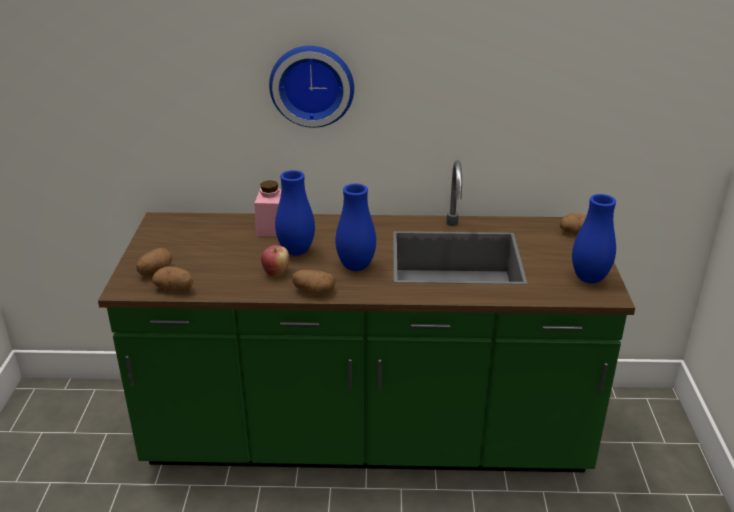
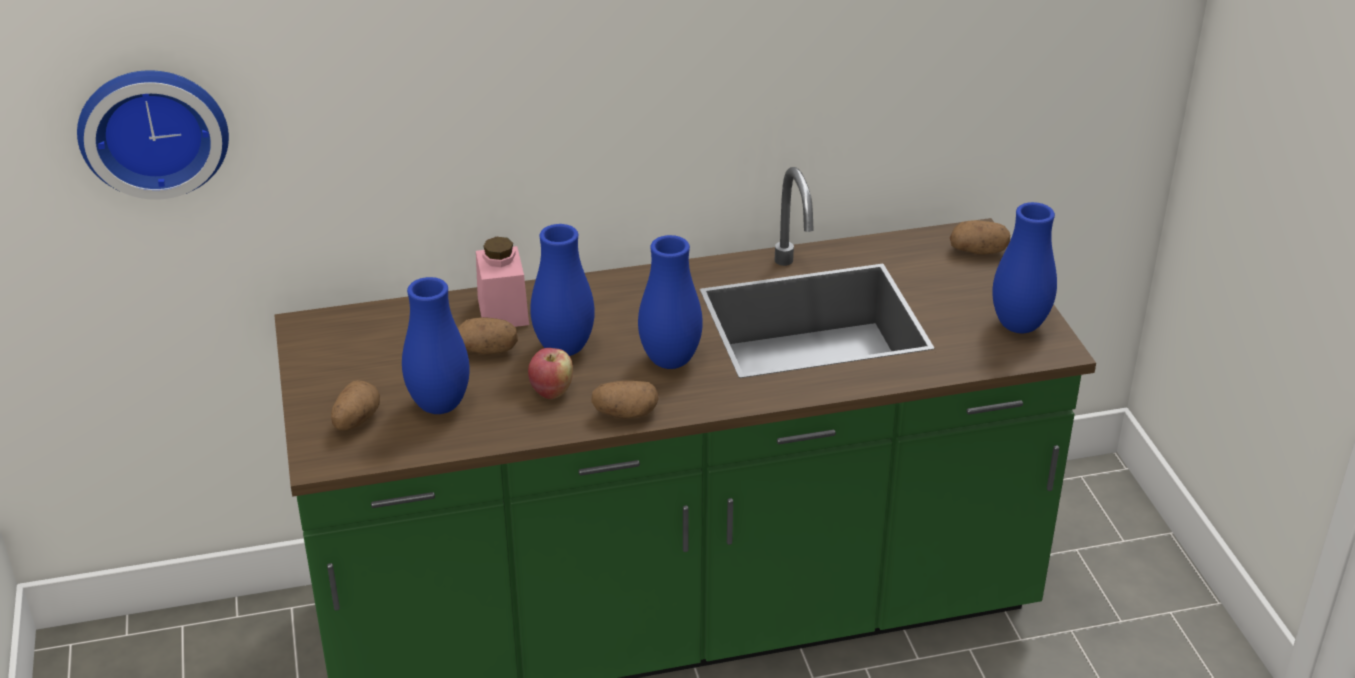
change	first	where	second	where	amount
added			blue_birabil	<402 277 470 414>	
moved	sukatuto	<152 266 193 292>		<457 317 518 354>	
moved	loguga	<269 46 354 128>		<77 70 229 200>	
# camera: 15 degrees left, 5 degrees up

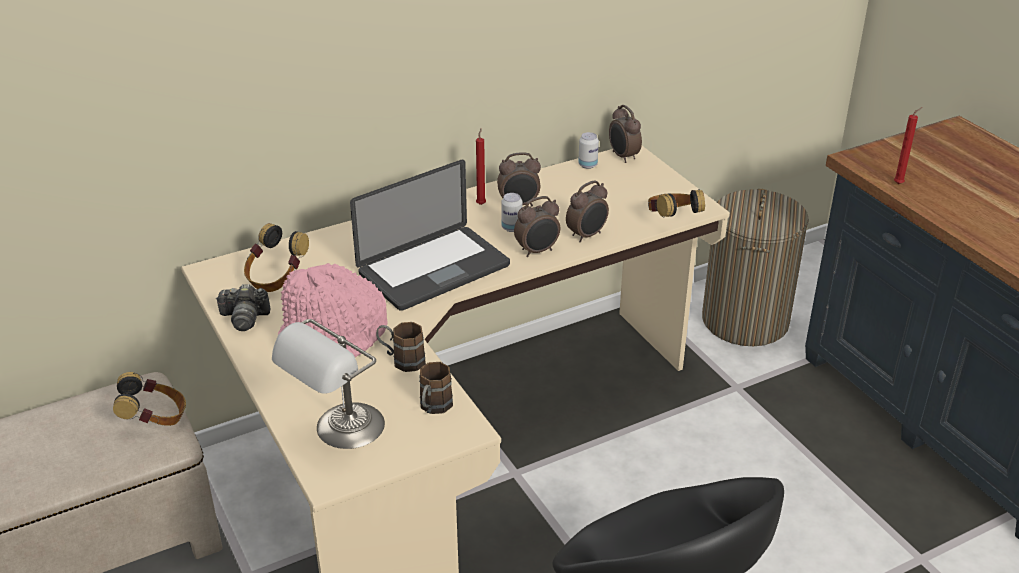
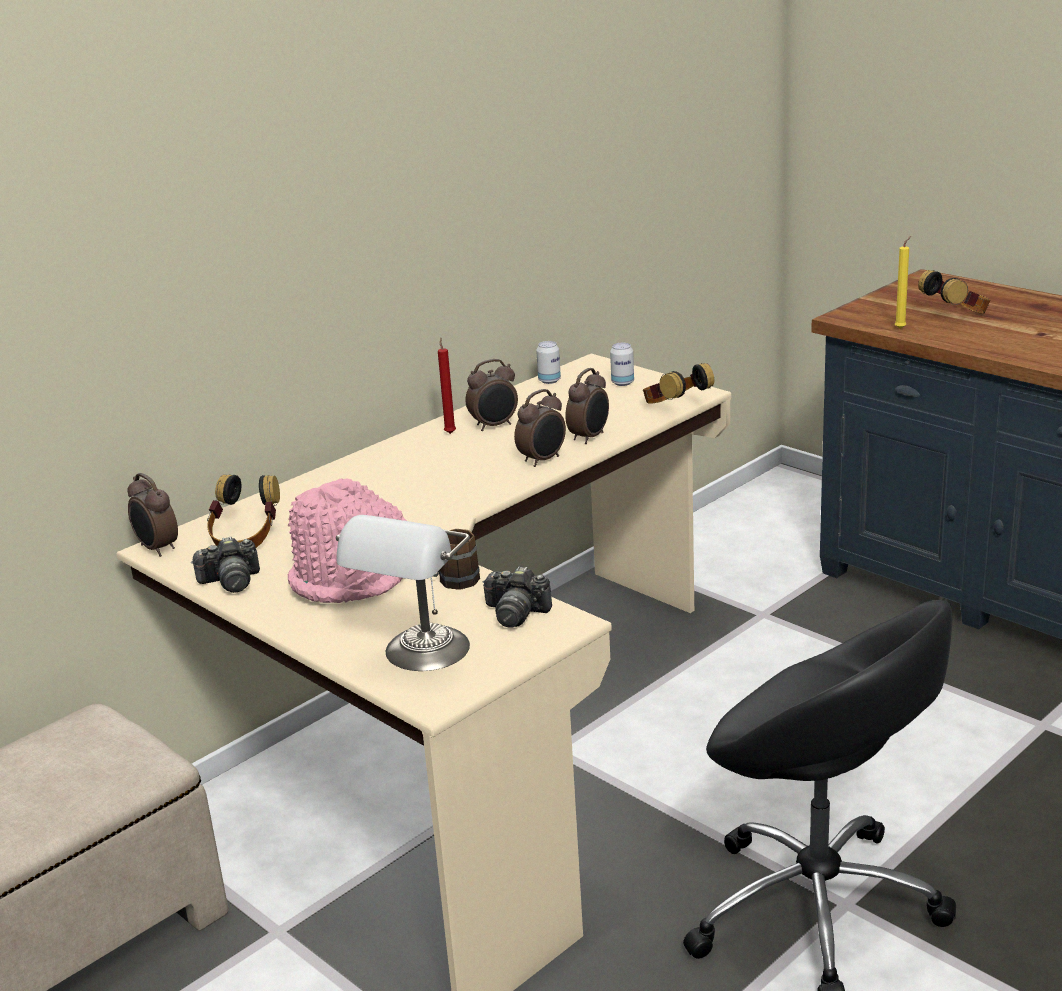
change	first	where	second	where	amount
removed	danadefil	<350 160 510 311>			
removed	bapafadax	<702 189 809 346>			
moved	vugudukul	<113 372 186 426>		<918 270 991 314>	
moved	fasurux	<501 193 523 232>		<610 343 634 386>	
moved	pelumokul	<609 105 642 163>		<127 473 178 557>	
replaced	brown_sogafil	<419 362 453 414>	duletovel	<482 566 552 628>	
recoloured	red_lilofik	<894 107 923 184>	yellow_lilofik	<895 236 911 329>	
# camera: 15 degrees left, 10 degrees down

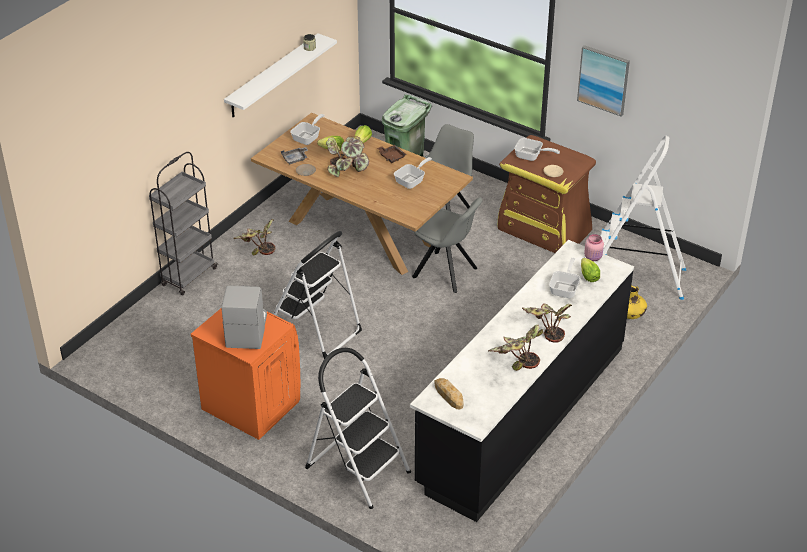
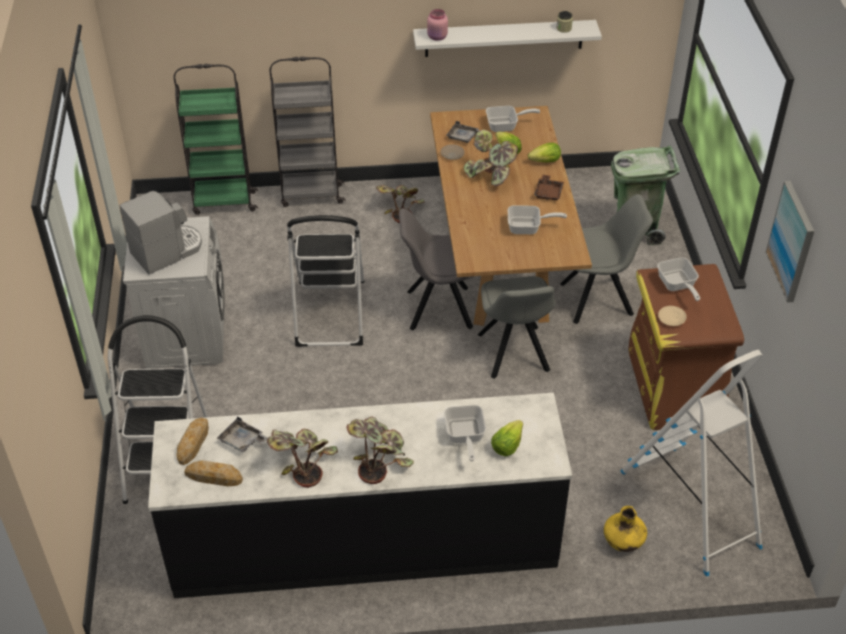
change	first	where	second	where	amount
added			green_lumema	<174 64 258 215>	
added			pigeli	<184 460 243 486>	
added			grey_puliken	<217 416 268 453>	
added			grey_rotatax	<399 208 474 330>	
moved	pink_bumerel	<584 234 604 261>		<427 9 448 41>	
recoloured	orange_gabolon	<191 308 300 440>	white_gabolon	<123 216 224 369>	
turned	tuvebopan	<549 258 581 298>		<444 405 486 462>	105 degrees clockwise
# camera: 50 degrees right, 5 degrees up

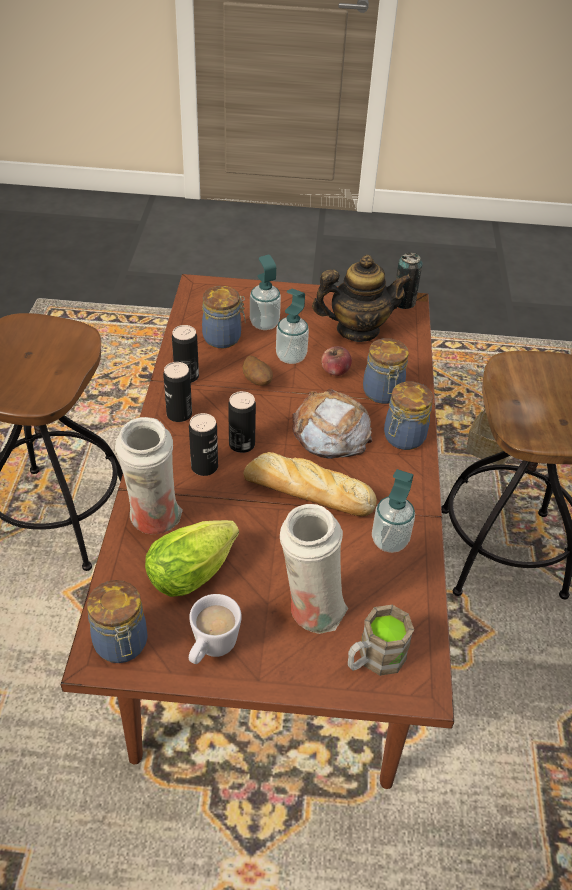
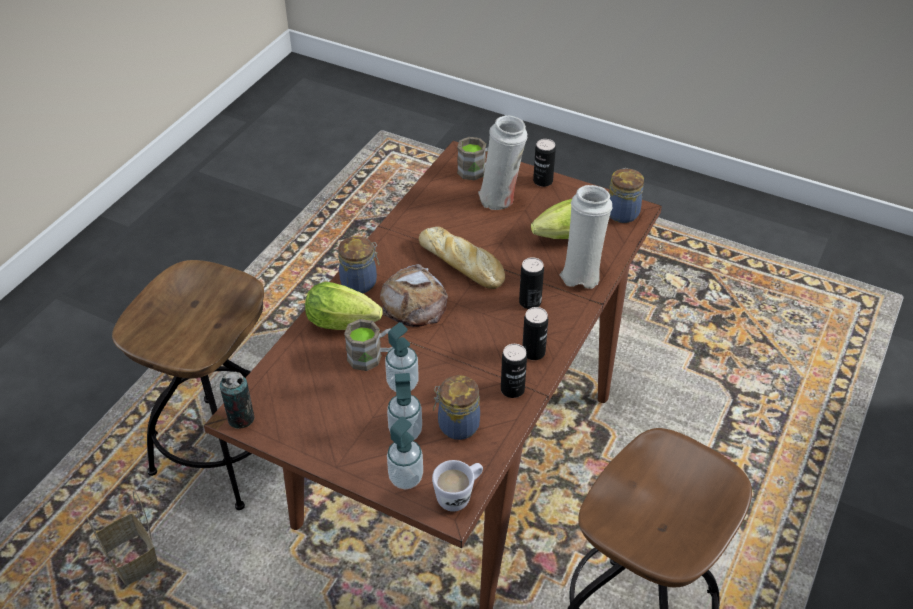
change	first	where	second	where	amount
removed	sukatuto	<243 356 273 386>			
removed	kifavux	<312 255 412 342>			
moved	white_sogafil	<189 594 242 664>		<432 460 483 512>	
moved	fasurux	<228 391 256 453>		<533 139 556 187>	
moved	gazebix	<372 469 415 553>		<387 417 423 489>	
replaced	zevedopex	<321 346 352 376>	brown_sogafil	<344 319 393 371>	
replaced	bumerel	<363 338 409 404>	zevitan	<305 282 383 330>	
# camera: 155 degrees left, 0 degrees up

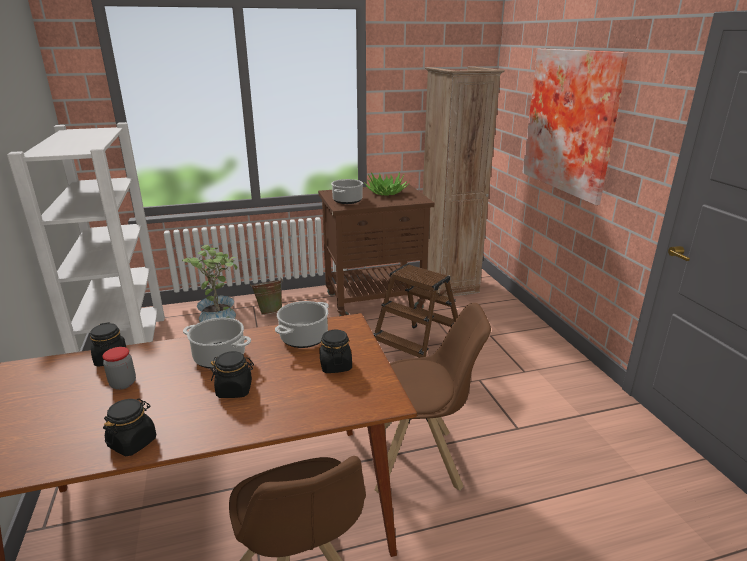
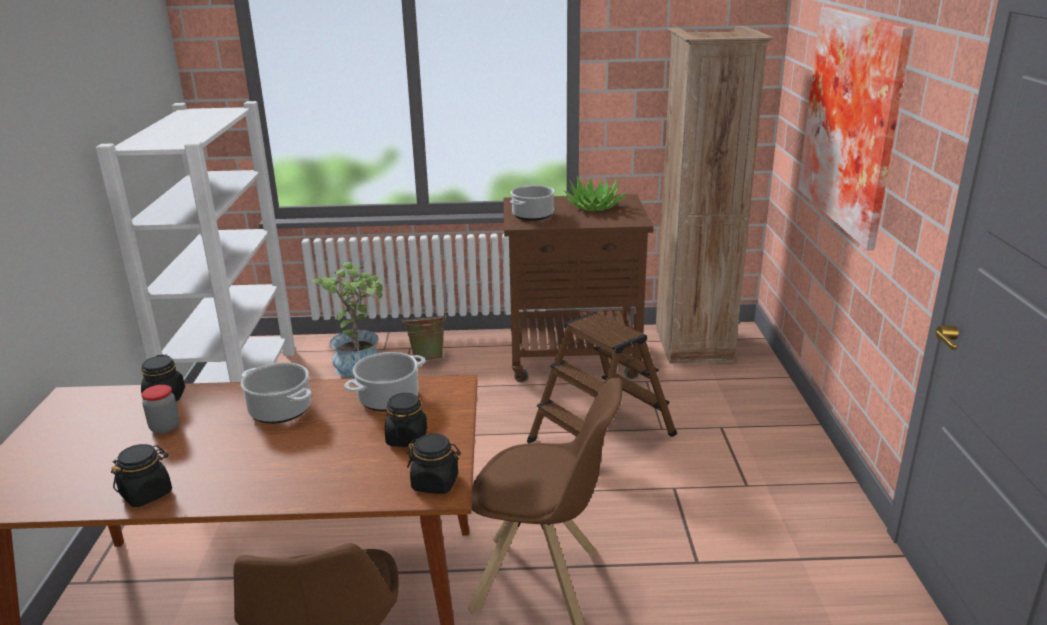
change	first	where	second	where	amount
moved	black_bumerel	<211 351 254 398>		<407 433 461 494>	
# camera: 15 degrees right, 0 degrees up

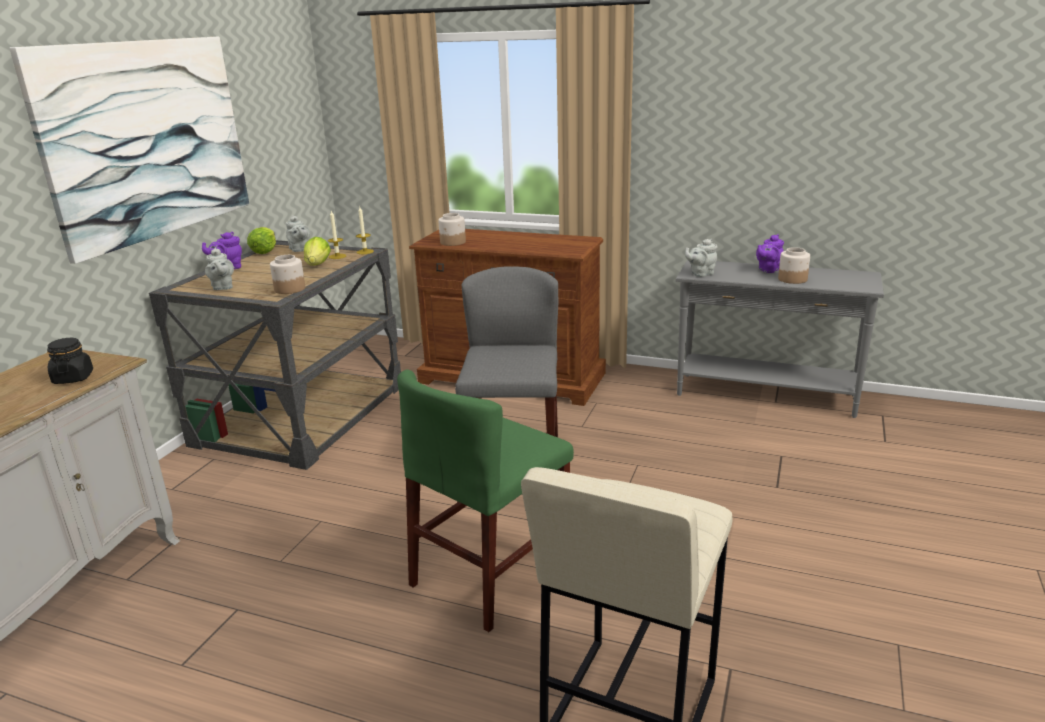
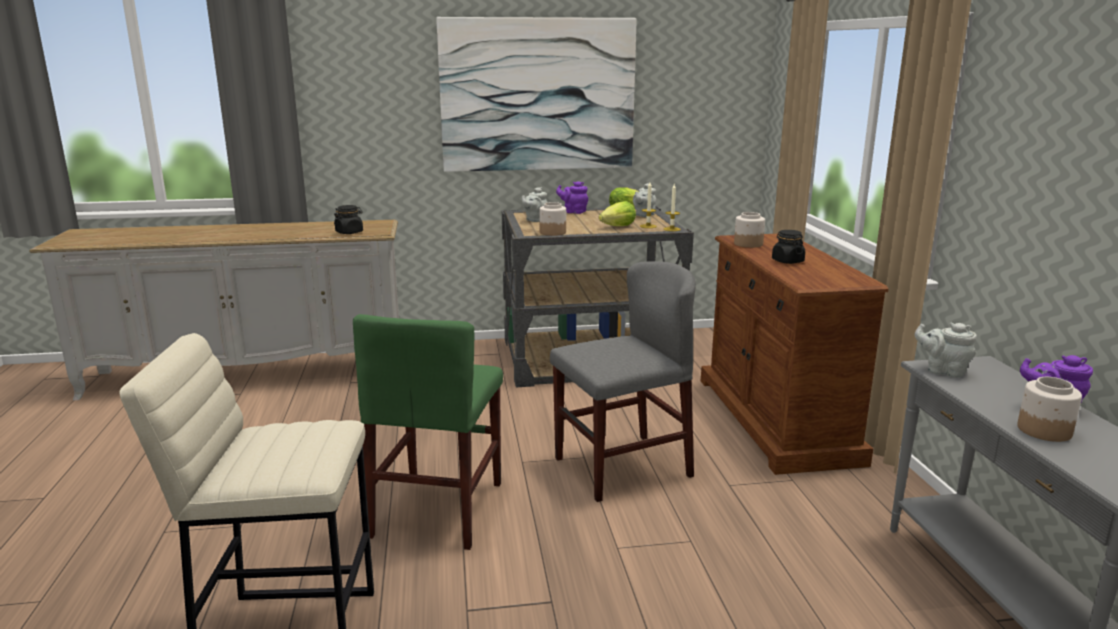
change	first	where	second	where	amount
added			black_bumerel	<772 230 805 264>	
turned	green_rotatax	<397 369 574 632>		<353 314 503 550>	90 degrees counterclockwise
# camera: 60 degrees right, 5 degrees down

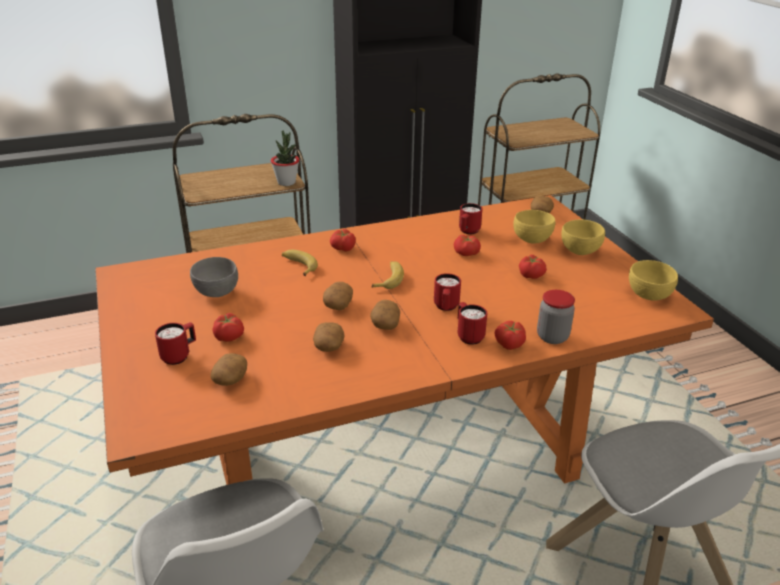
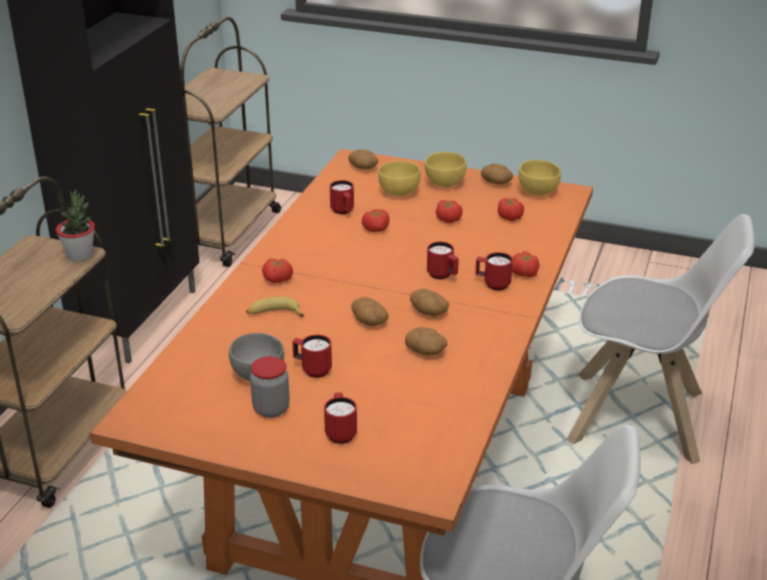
change	first	where	second	where	amount
removed	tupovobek	<372 261 404 289>			
added			red_sogafil	<292 335 332 378>	
moved	sukatuto	<211 353 247 386>		<481 164 513 184>	
moved	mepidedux	<213 313 244 342>		<498 198 524 221>	
moved	bumerel	<537 290 575 344>		<250 356 290 418>	
# camera: 50 degrees left, 0 degrees up

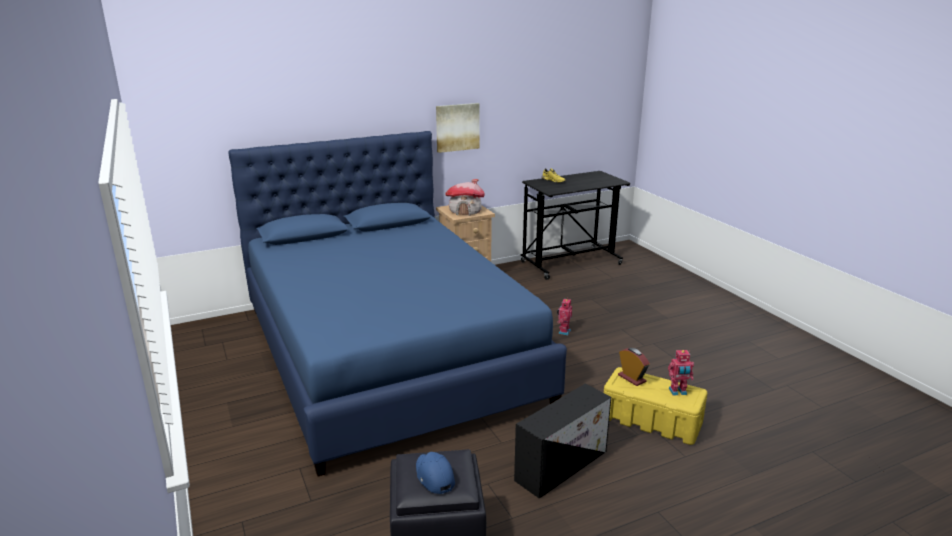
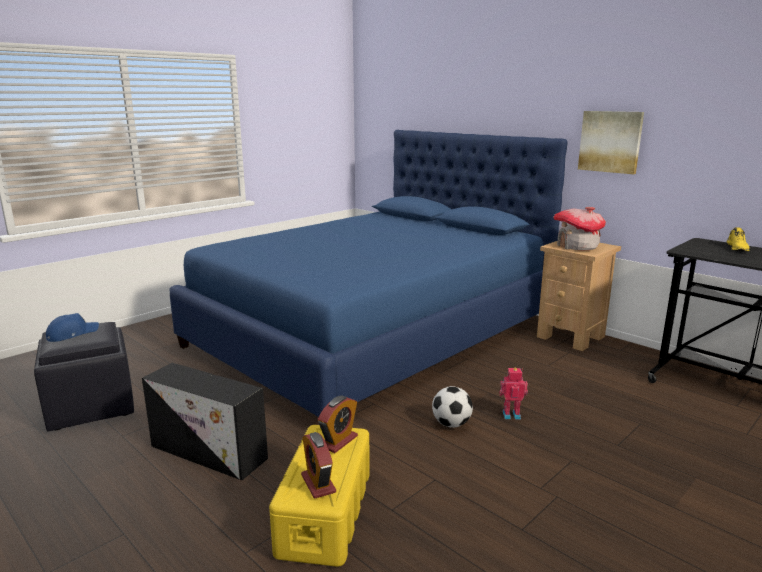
change	first	where	second	where	amount
added			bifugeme	<432 386 473 428>	
replaced	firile	<668 350 694 396>	pelumokul	<301 432 336 499>	
# camera: 70 degrees right, 5 degrees down

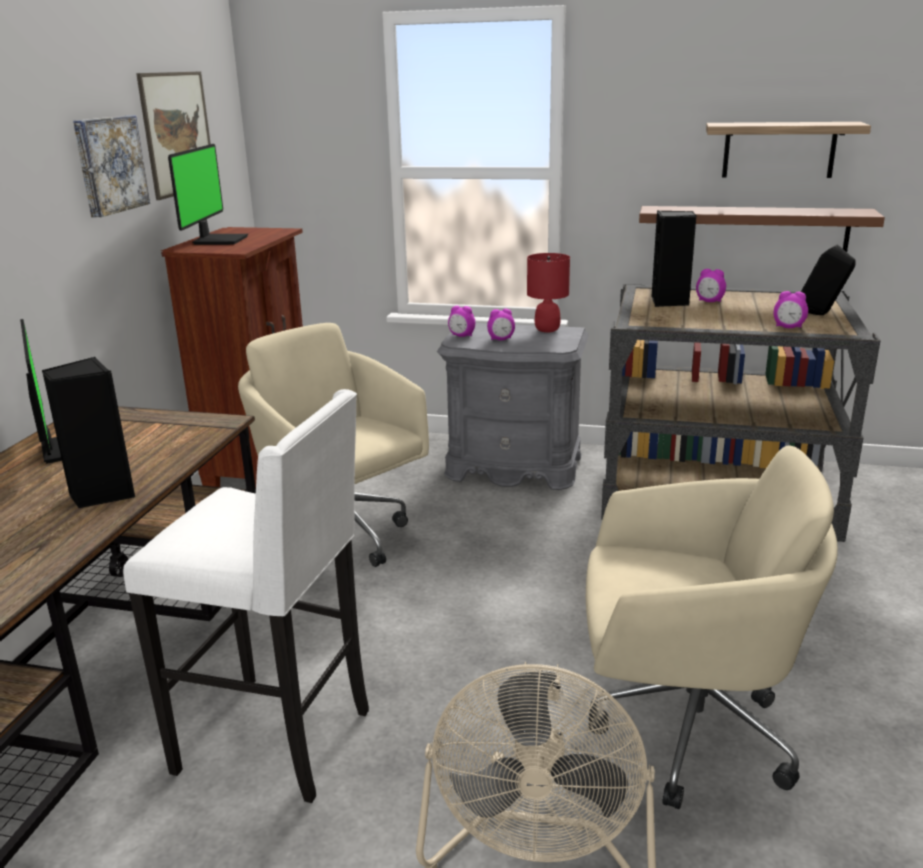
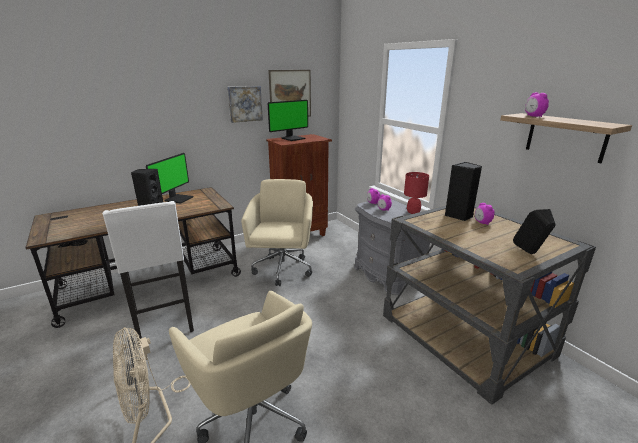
change	first	where	second	where	amount
removed	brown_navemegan	<639 206 885 252>			
moved	pelumokul	<774 291 808 328>		<525 92 549 117>	
# camera: 45 degrees right, 0 degrees up

